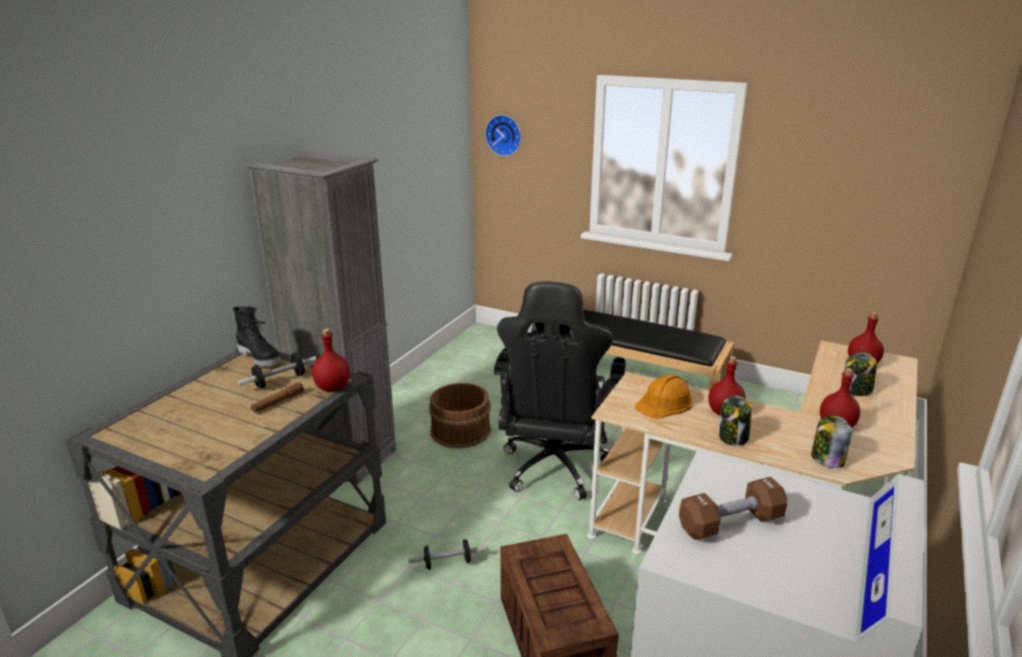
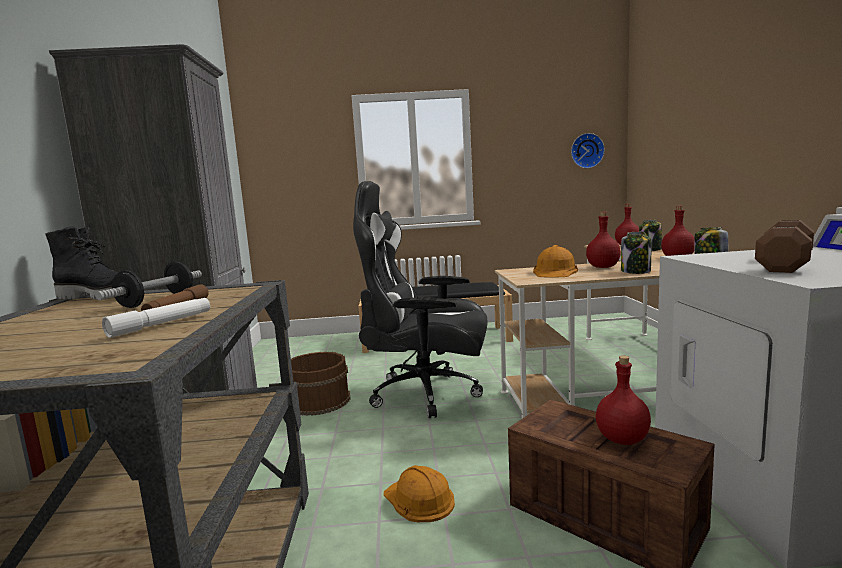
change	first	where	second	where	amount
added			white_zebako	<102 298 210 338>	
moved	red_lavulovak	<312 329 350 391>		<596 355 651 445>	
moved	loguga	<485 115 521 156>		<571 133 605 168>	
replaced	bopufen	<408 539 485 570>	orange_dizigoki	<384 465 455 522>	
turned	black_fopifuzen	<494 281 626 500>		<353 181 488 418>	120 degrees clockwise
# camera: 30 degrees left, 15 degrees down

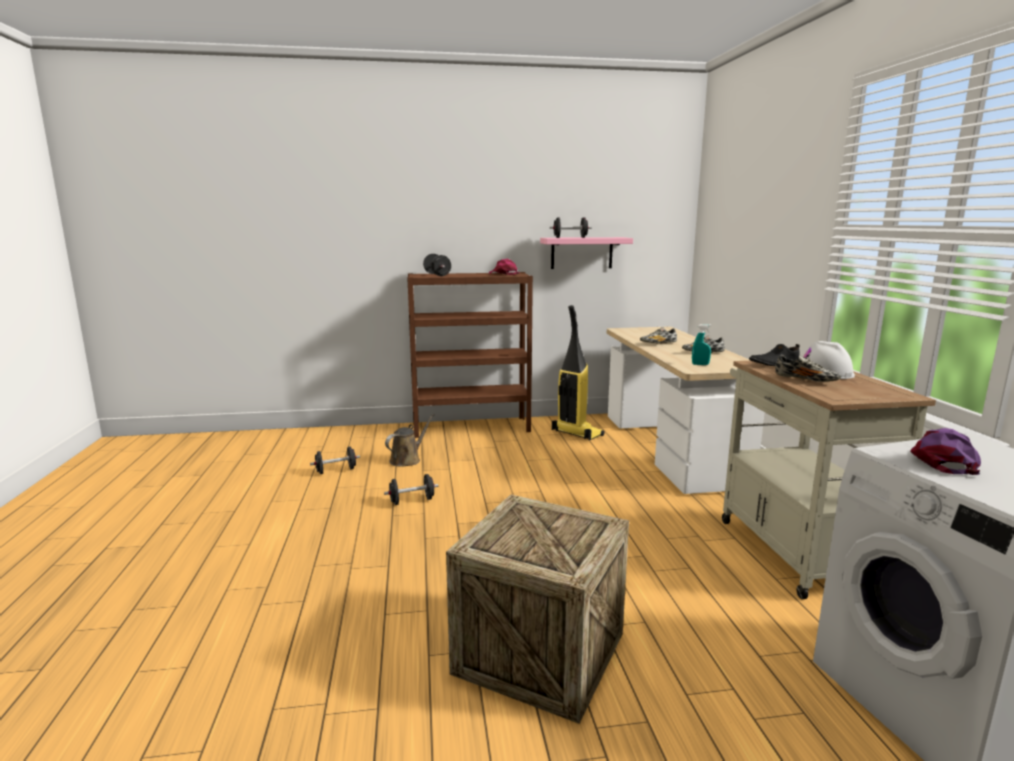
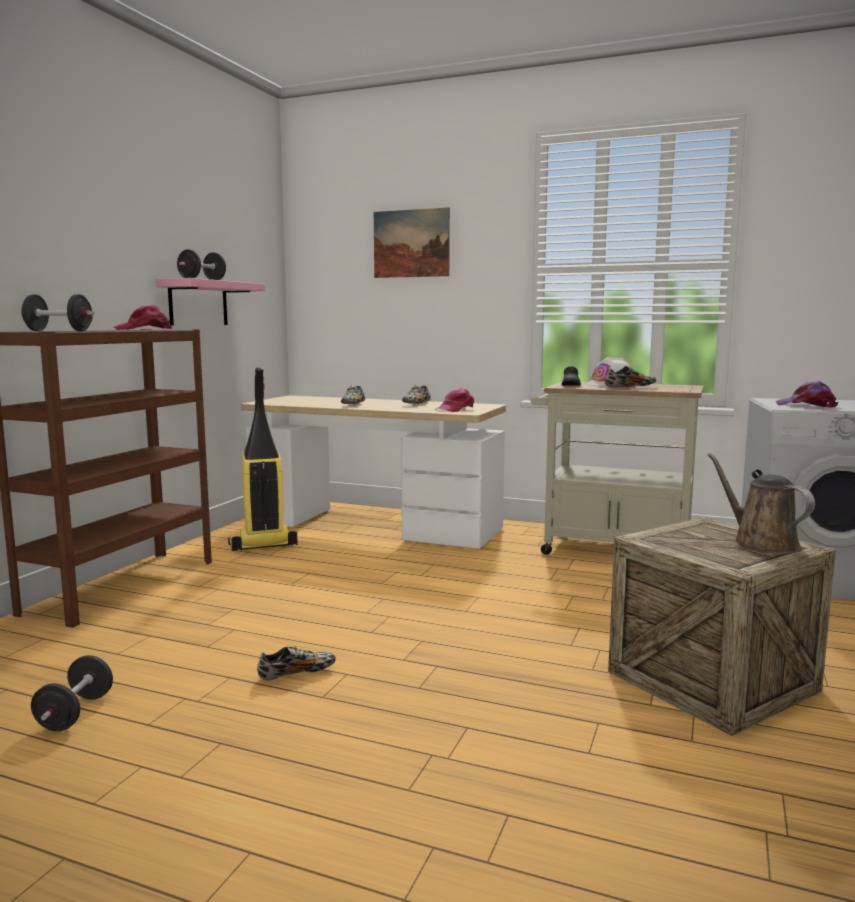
change	first	where	second	where	amount
added			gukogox	<374 207 450 278>	
moved	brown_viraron	<385 414 435 467>		<707 453 815 554>	
replaced	black_bopufen	<384 474 438 505>	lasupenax	<257 646 336 681>	
replaced	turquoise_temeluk	<692 324 711 365>	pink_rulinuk	<435 388 474 412>	
# camera: 60 degrees left, 5 degrees down

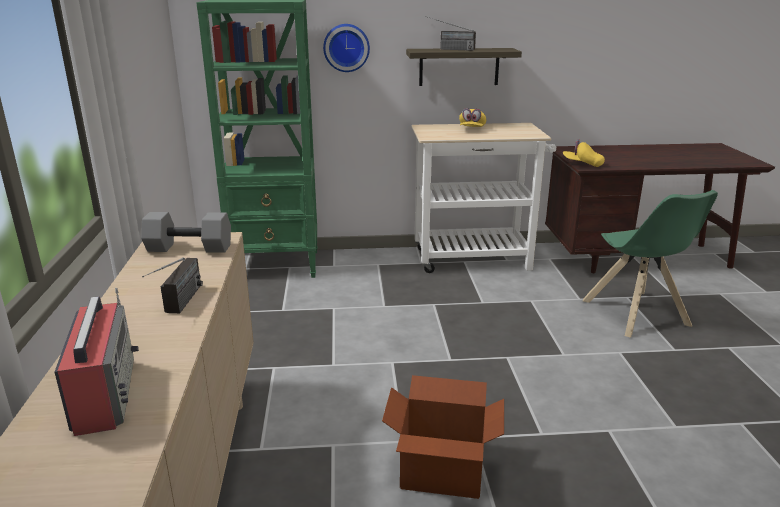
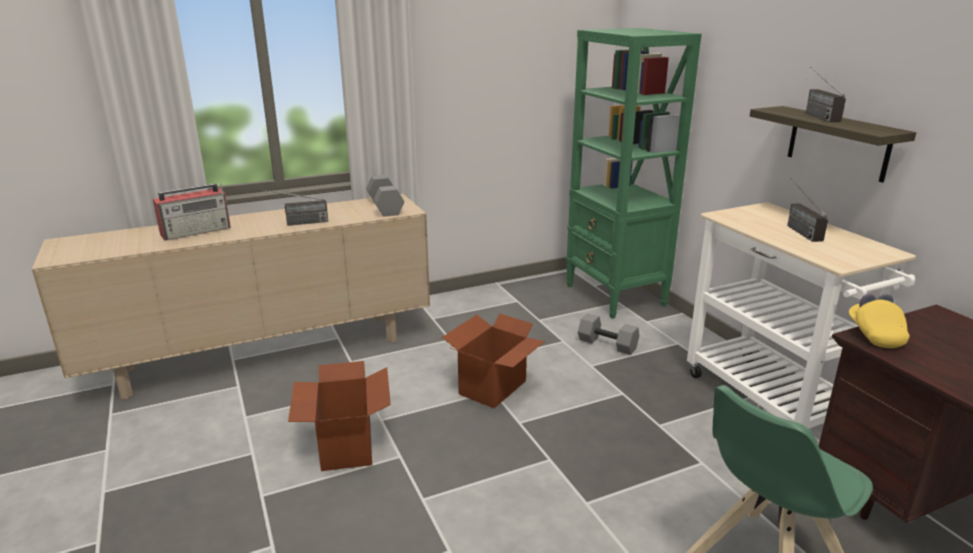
change	first	where	second	where	amount
removed	loguga	<323 24 370 72>			
added			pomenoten	<442 314 545 408>	
added			grey_bopufen	<578 313 640 355>	
replaced	yellow_rulinuk	<459 108 486 127>	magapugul	<787 178 828 242>	
# camera: 70 degrees right, 0 degrees up

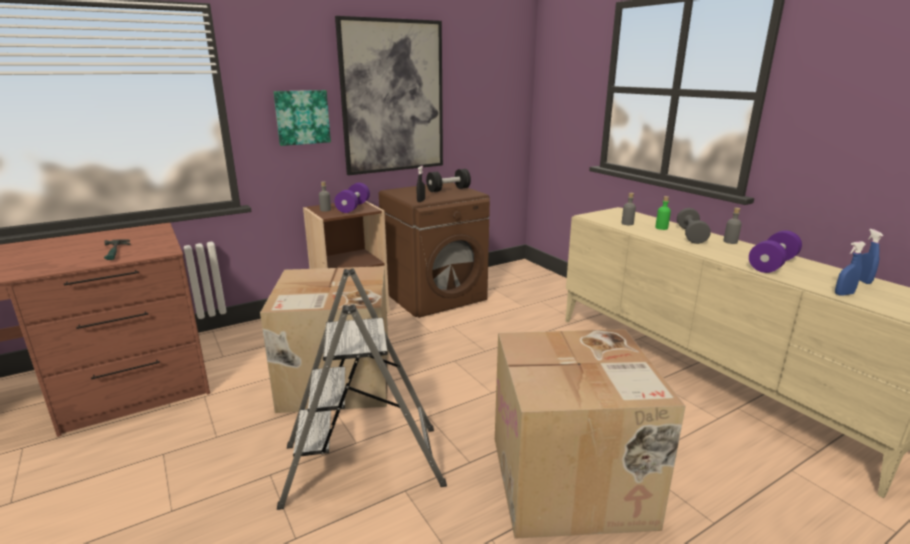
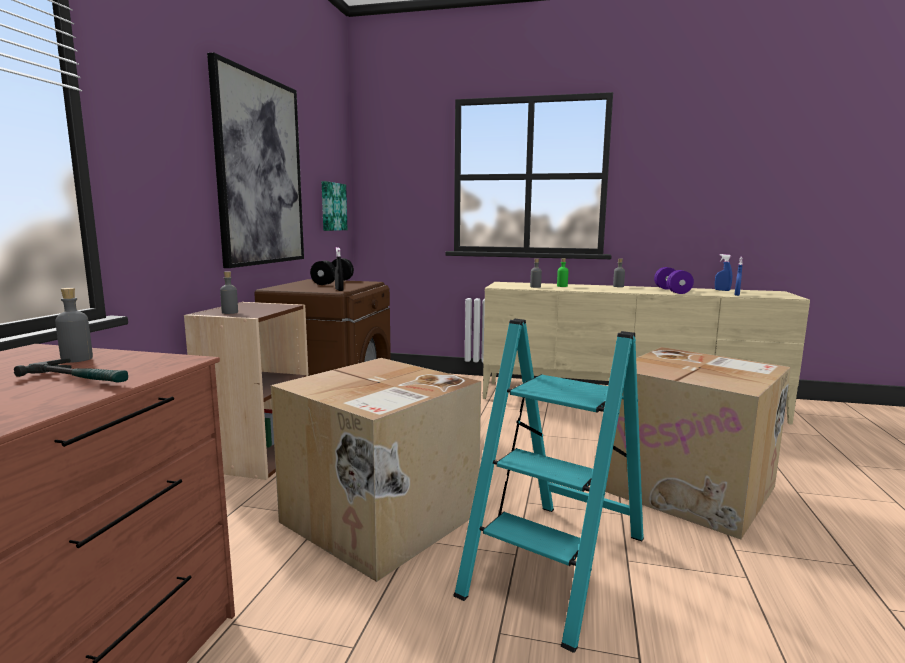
change	first	where	second	where	amount
removed	purple_bopufen	<334 183 370 213>			
removed	grey_bopufen	<677 208 711 244>			
added			grey_lavulovak	<55 288 93 363>	
moved	gukogox	<273 90 331 146>		<322 181 348 231>	
recoloured	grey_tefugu	<277 268 447 510>	turquoise_tefugu	<453 319 644 653>	
# camera: 45 degrees left, 10 degrees down

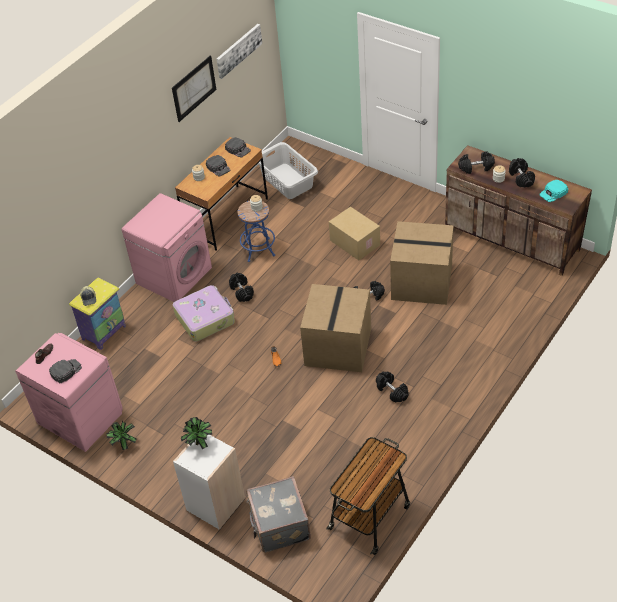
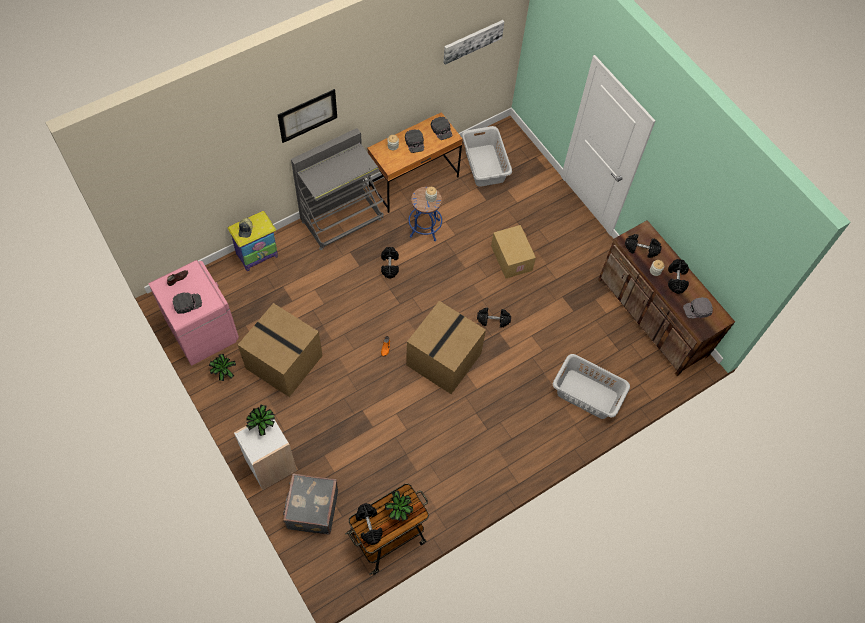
change	first	where	second	where	amount
removed	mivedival	<173 285 235 342>			
added			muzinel	<385 490 413 521>	
added			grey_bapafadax	<553 354 630 419>	
moved	gukogox	<172 55 216 122>		<278 89 337 143>	
moved	black_bopufen	<376 371 409 402>		<356 503 383 545>	
moved	pomenoten	<390 221 454 305>		<238 303 323 397>	
replaced	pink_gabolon	<122 193 212 302>	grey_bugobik	<291 128 384 250>	
recoloured	turquoise_rulinuk	<540 179 568 202>	grey_rulinuk	<683 297 713 319>	
# camera: 15 degrees right, 15 degrees up

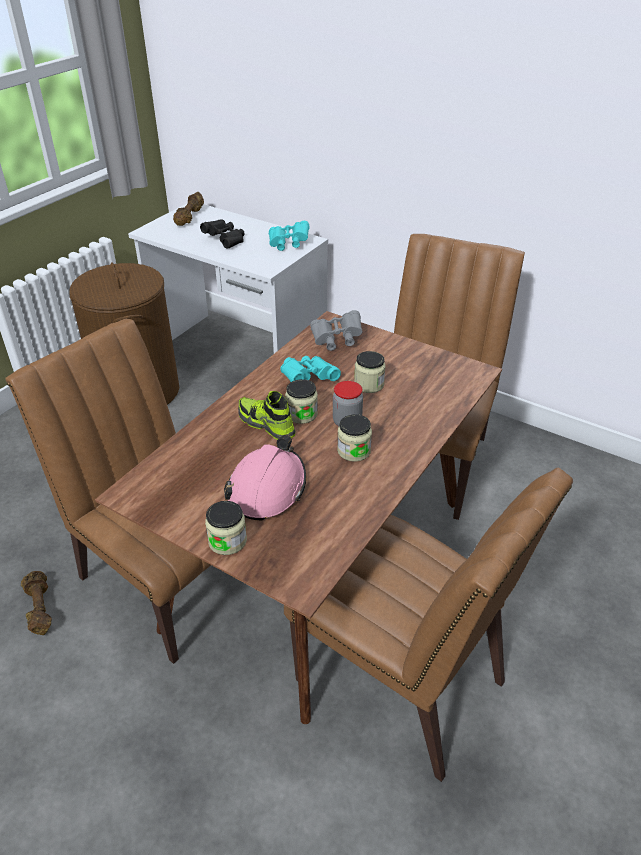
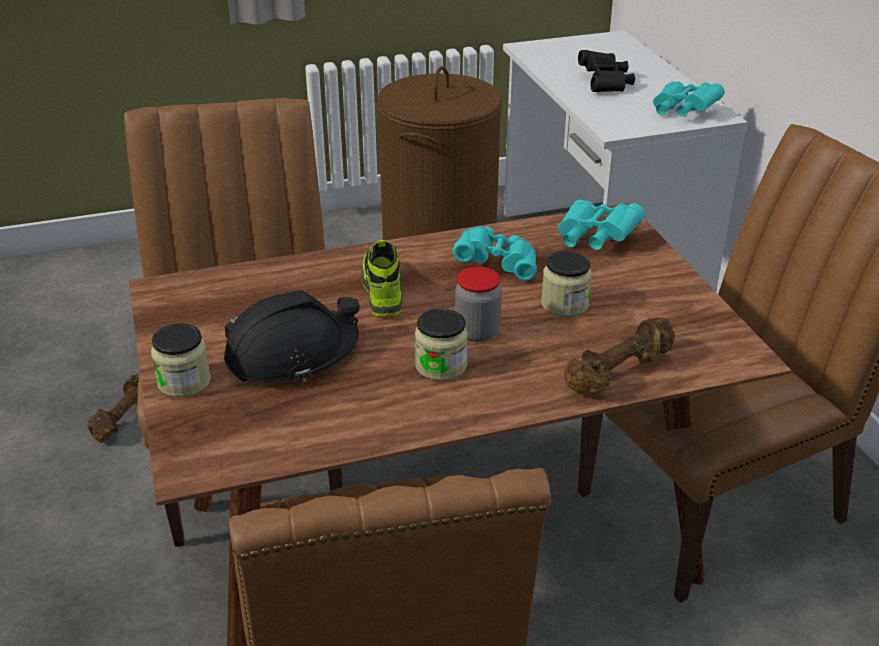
change	first	where	second	where	amount
removed	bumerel	<285 379 318 424>			
moved	brown_bopufen	<173 192 204 226>		<564 318 675 395>	
recoloured	pink_dizigoki	<224 435 306 520>	black_dizigoki	<224 290 360 383>	
recoloured	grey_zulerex	<310 310 363 351>	turquoise_zulerex	<558 200 645 250>	
# camera: 40 degrees right, 5 degrees down

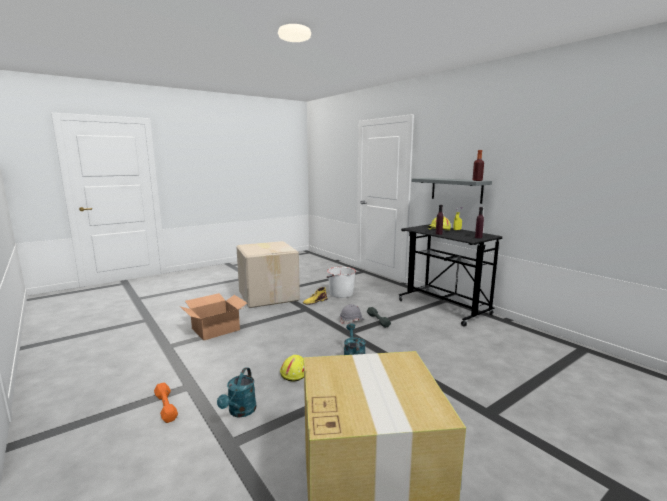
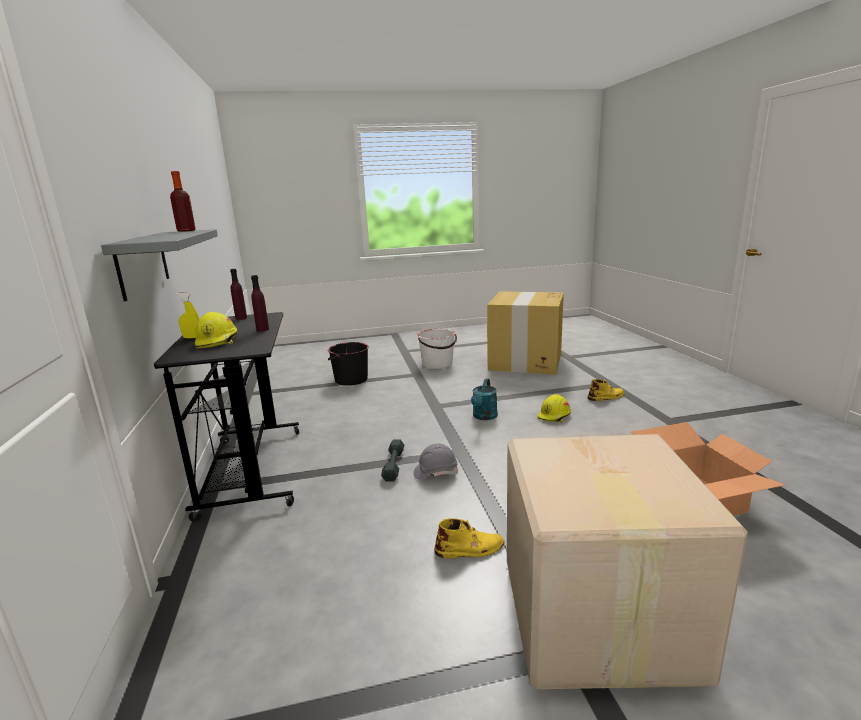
change	first	where	second	where	amount
removed	orange_bopufen	<154 382 178 423>			
added			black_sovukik	<328 342 369 386>	
moved	white_sovukik	<327 267 356 298>		<417 329 457 369>	
replaced	turquoise_viraron	<217 367 256 417>	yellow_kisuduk	<588 379 625 401>	
# camera: 155 degrees left, 5 degrees up

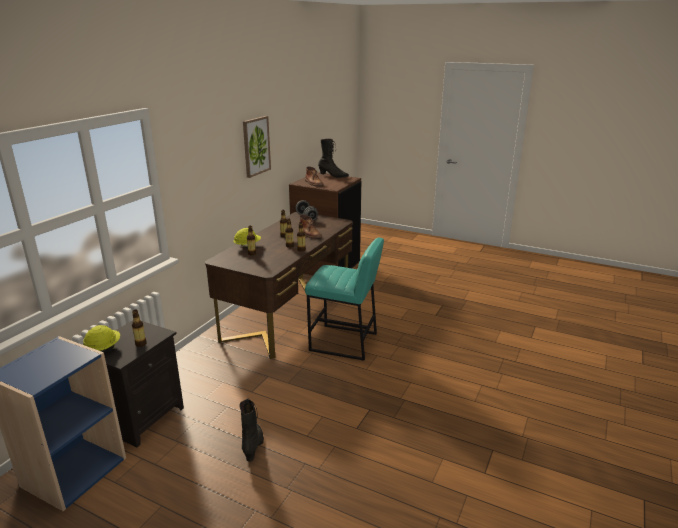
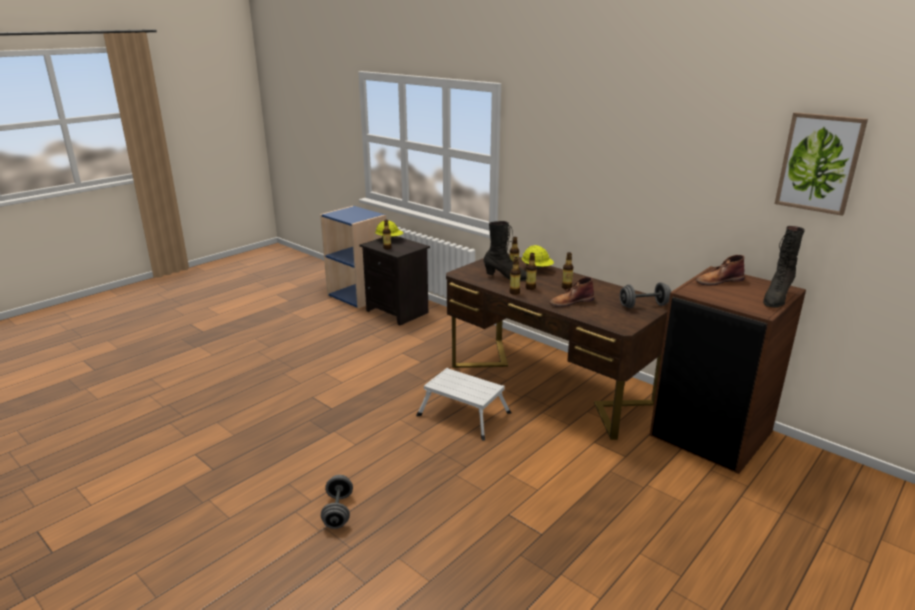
change	first	where	second	where	amount
added			grey_bopufen	<321 475 353 529>	
moved	black_kisuduk	<239 398 264 462>		<483 221 527 281>	
moved	gukogox	<243 116 271 178>		<775 112 868 216>	
replaced	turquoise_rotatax	<305 237 384 361>	white_tefugu	<416 368 511 441>	
# camera: 105 degrees right, 0 degrees up

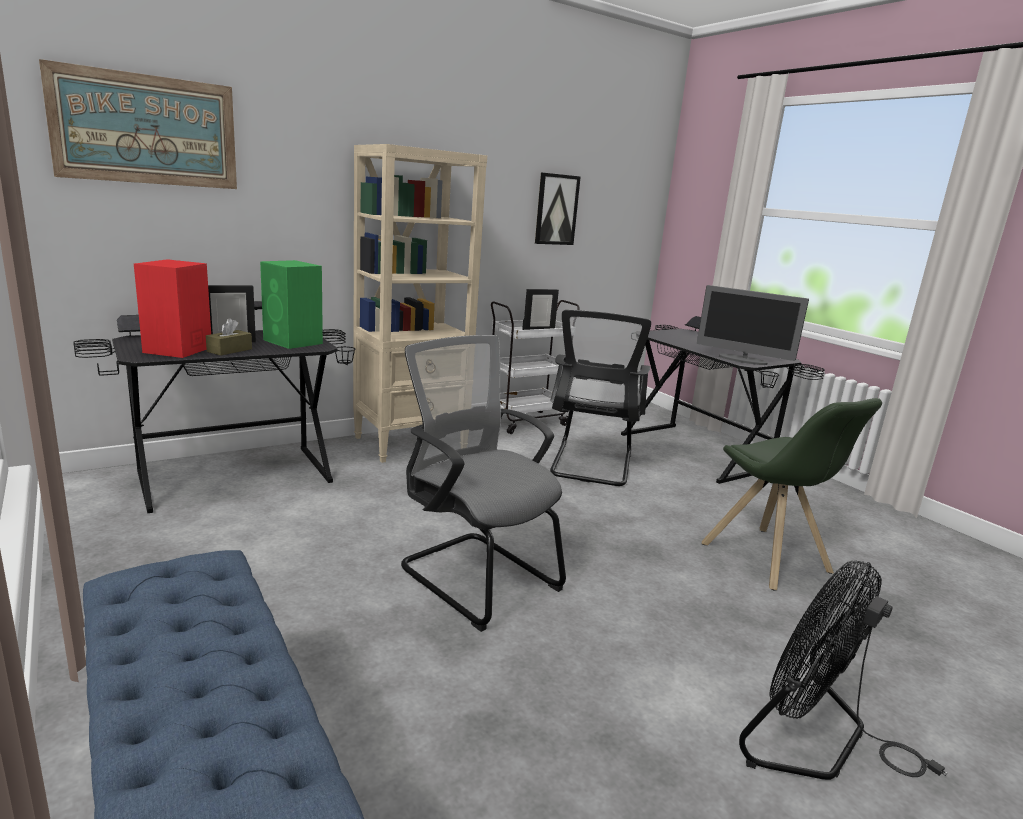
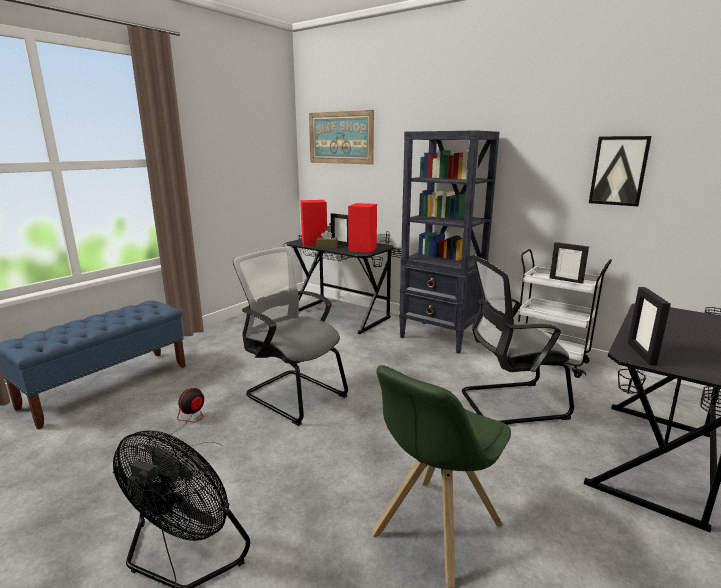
change	first	where	second	where	amount
added			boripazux	<171 388 223 447>	
replaced	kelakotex	<697 285 809 365>	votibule	<628 287 671 365>	
recoloured	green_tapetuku	<260 260 323 349>	red_tapetuku	<348 203 377 253>	
recoloured	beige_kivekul	<353 144 487 463>	black_kivekul	<399 130 500 354>	
turned	rotatax	<401 335 566 632>		<233 246 348 426>	75 degrees counterclockwise
# camera: 70 degrees right, 0 degrees up

